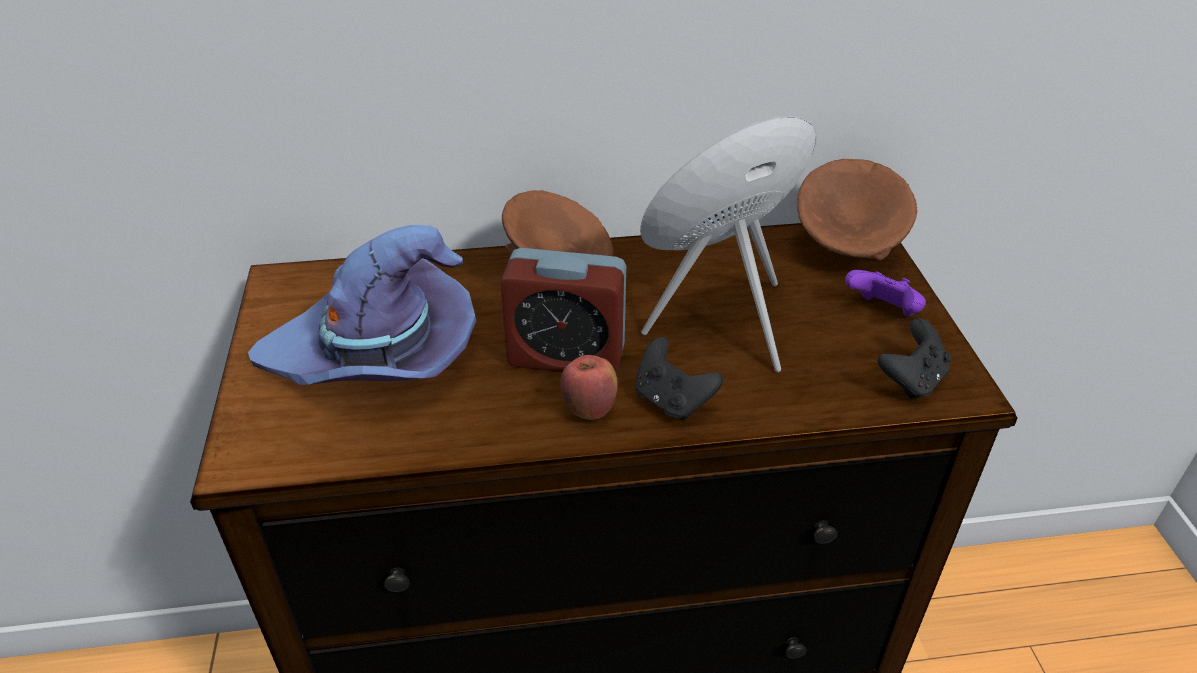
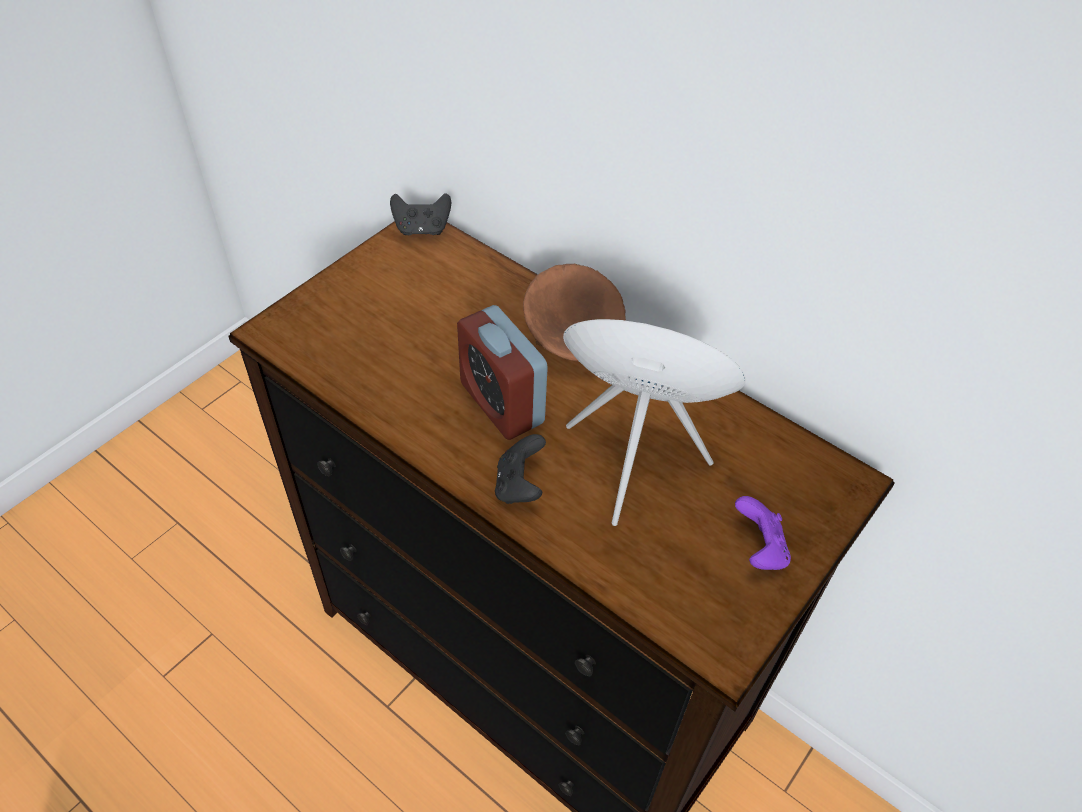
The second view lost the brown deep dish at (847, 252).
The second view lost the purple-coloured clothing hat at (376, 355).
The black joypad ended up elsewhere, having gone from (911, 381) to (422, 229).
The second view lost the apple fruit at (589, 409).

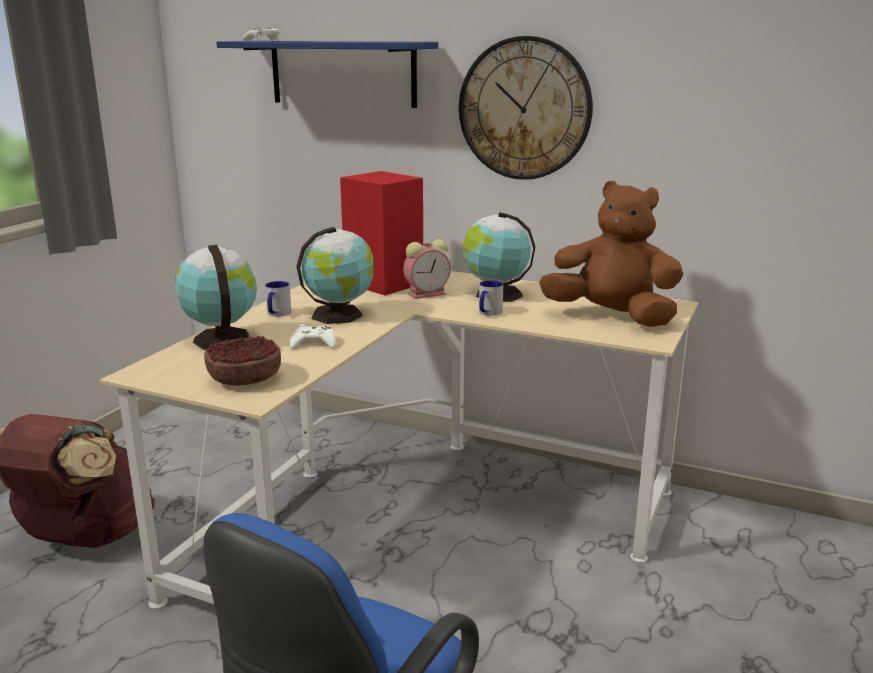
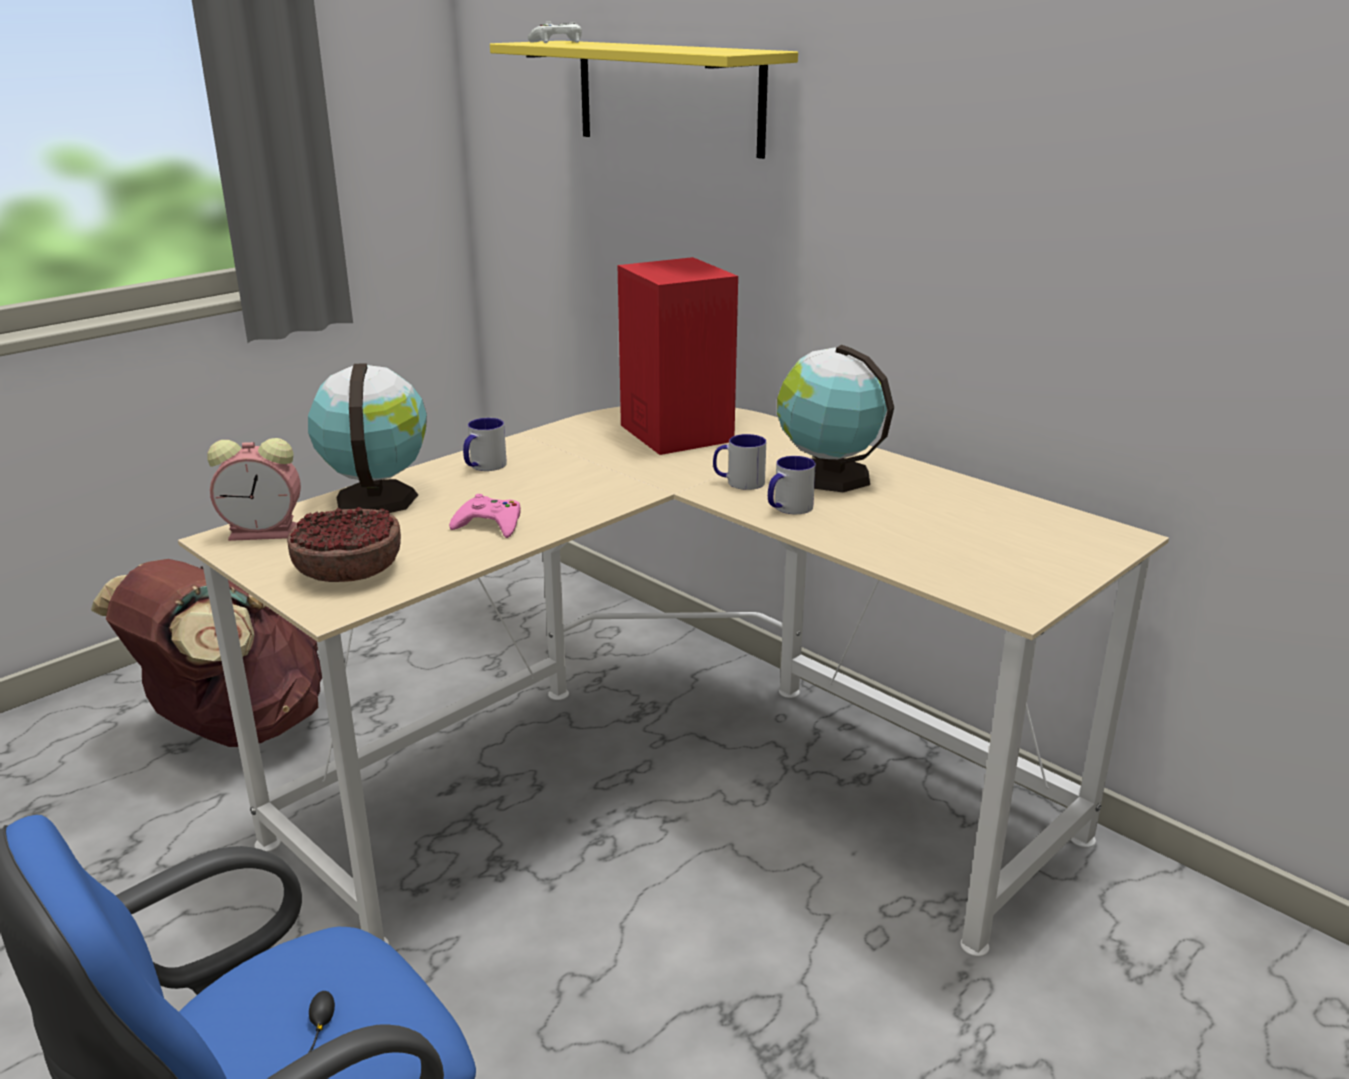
The second view lost the wall clock at (524, 109).
What was the bluish wall shelf at (342, 73) turned into the yellow-coloured wall shelf at (668, 96).
The second view lost the brown plush toy at (611, 317).
The second view lost the globe at (339, 314).
The table clock ended up elsewhere, having gone from (428, 294) to (266, 532).
What was the whitish joypad at (314, 343) turned into the pink-coloured joypad at (490, 524).
The second view gained the coffee mug at (738, 482).

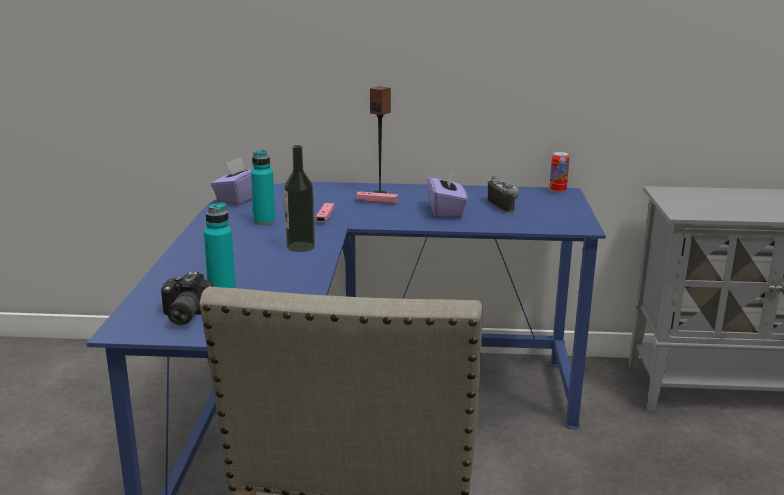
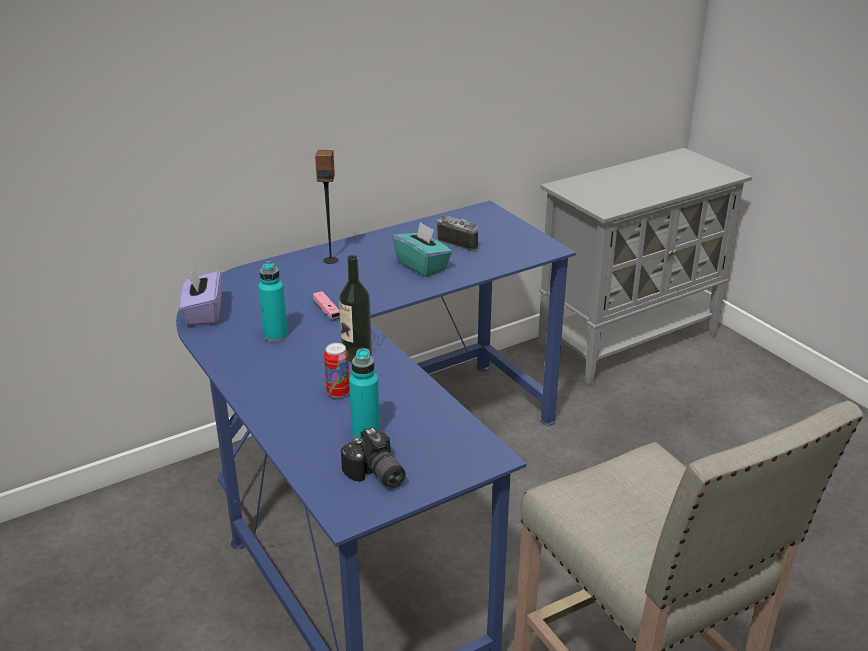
The sealed can ended up elsewhere, having gone from (557, 191) to (338, 393).
What was the purple-coloured box of tissues at (446, 212) turned into the turquoise box of tissues at (422, 266).
The second view lost the pink-coloured joypad at (377, 202).

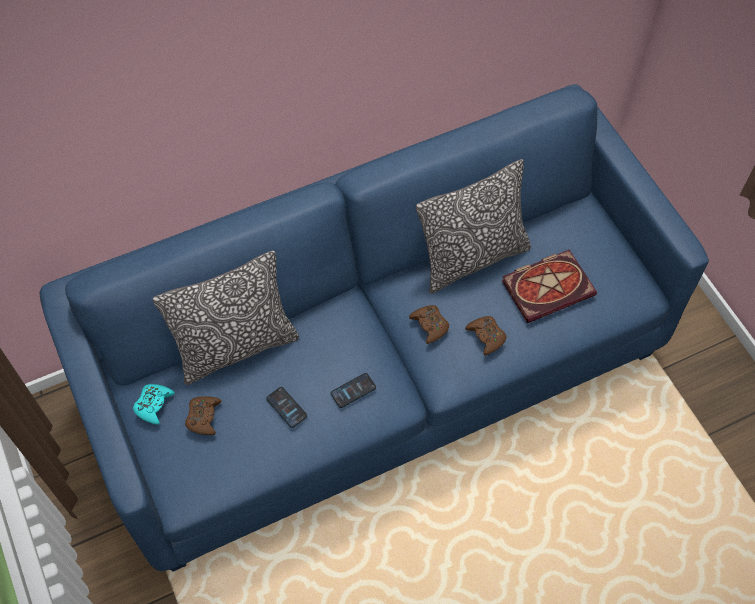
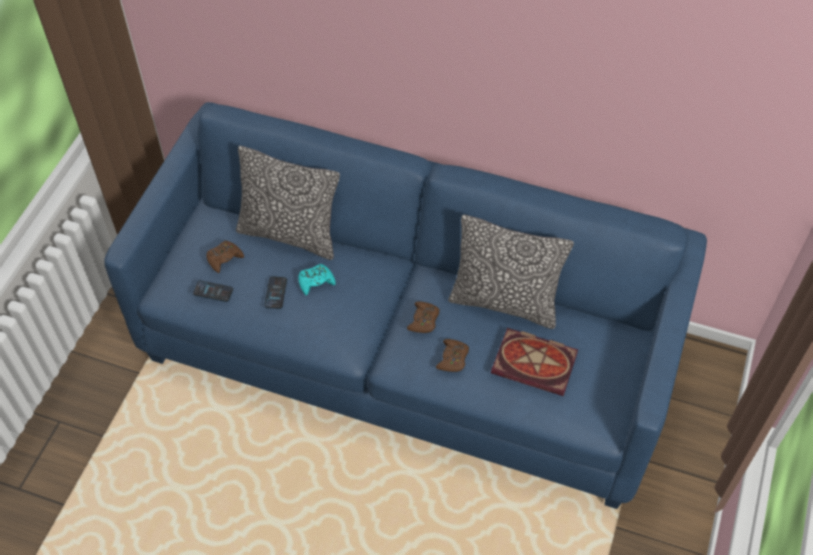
The telephone ended up elsewhere, having gone from (353, 390) to (213, 291).
The turquoise joypad ended up elsewhere, having gone from (154, 405) to (316, 281).

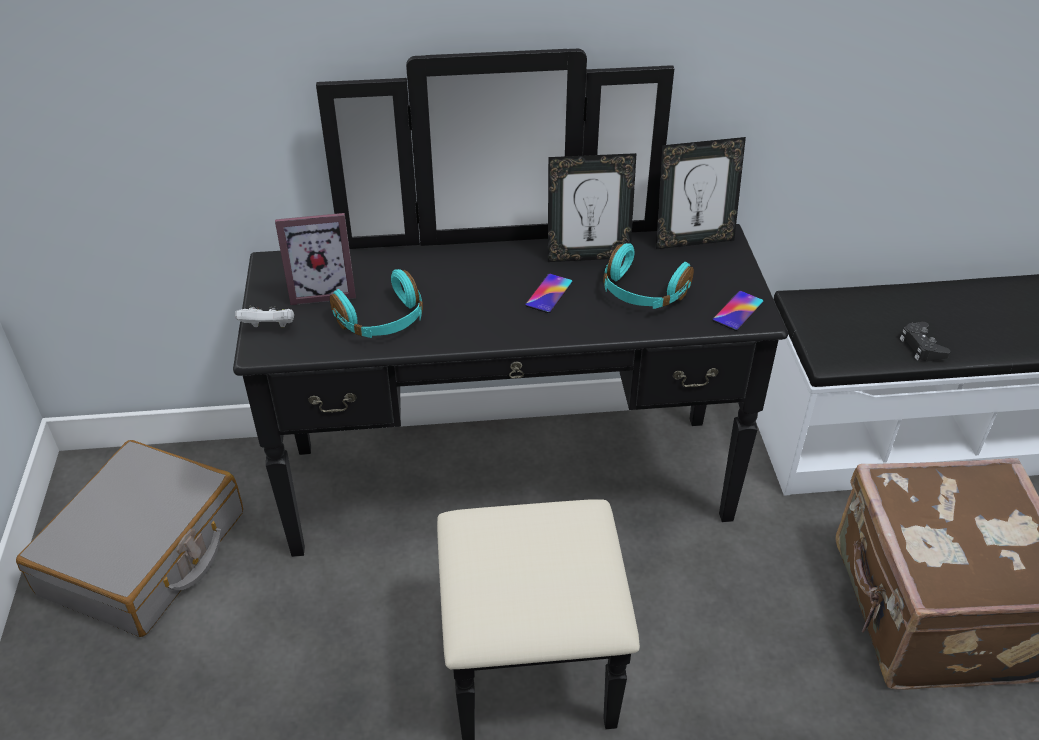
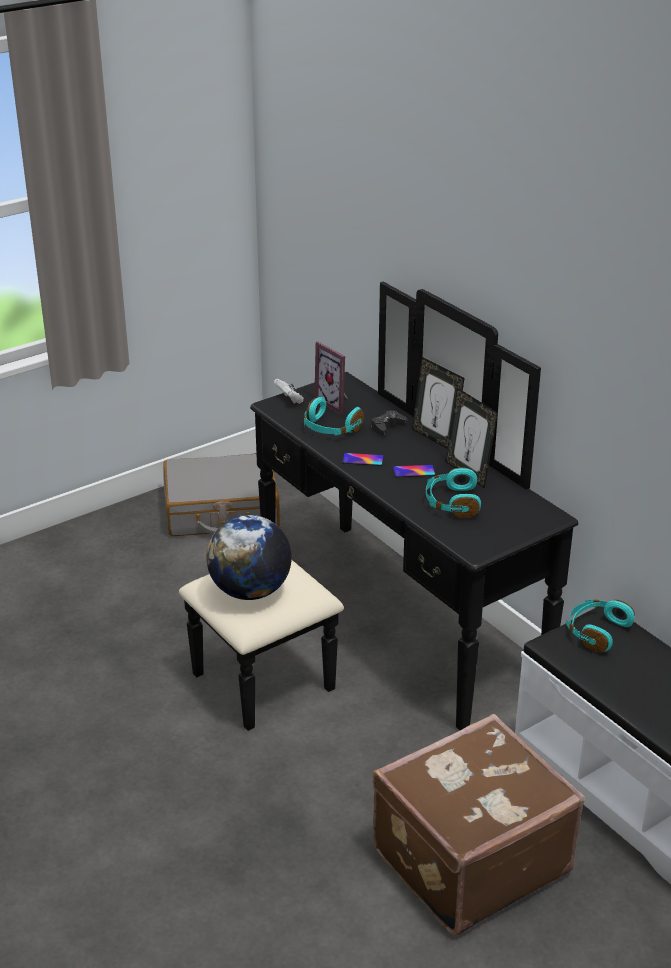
The standing frame ended up elsewhere, having gone from (693, 241) to (435, 439).
The telephone ended up elsewhere, having gone from (738, 311) to (363, 460).
The black joypad ended up elsewhere, having gone from (921, 346) to (387, 427).
The second view gained the globe at (250, 591).
The second view gained the turquoise headset at (596, 632).

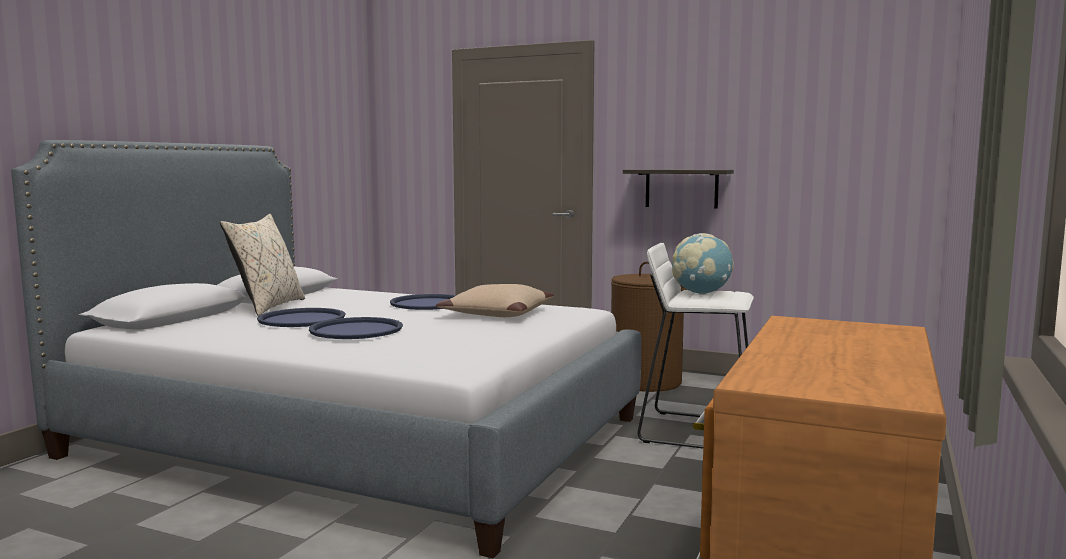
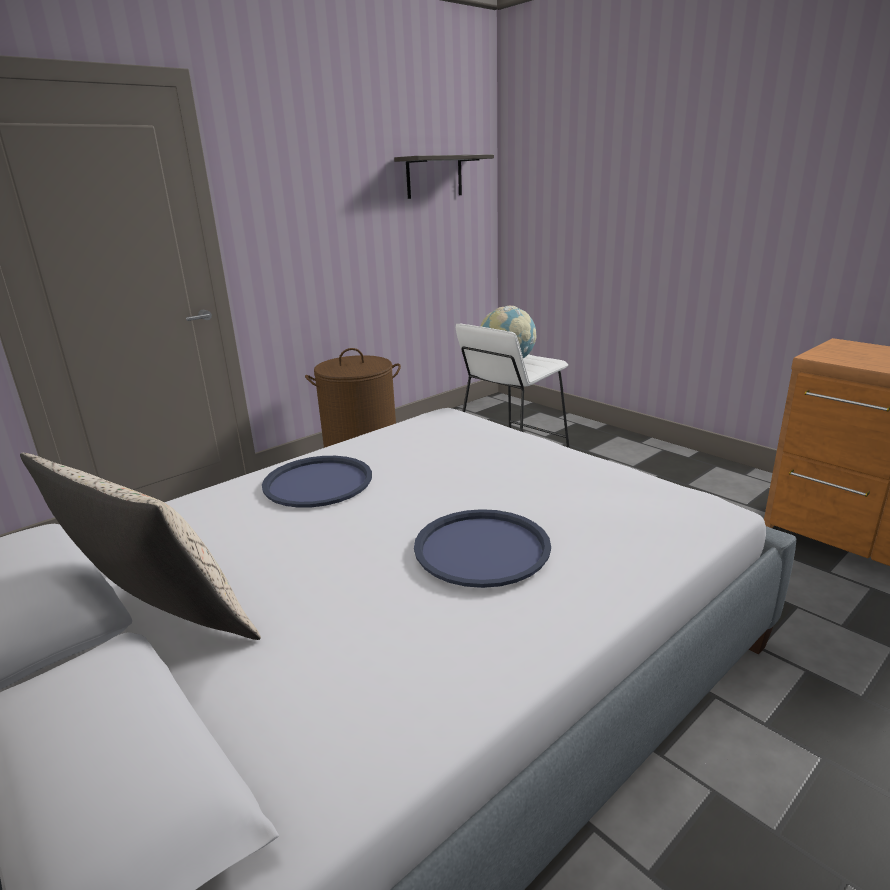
The wall shelf ended up elsewhere, having gone from (681, 188) to (434, 177).
The second view lost the sand-coloured pillow at (496, 314).
The second view lost the bluish serving tray at (302, 319).

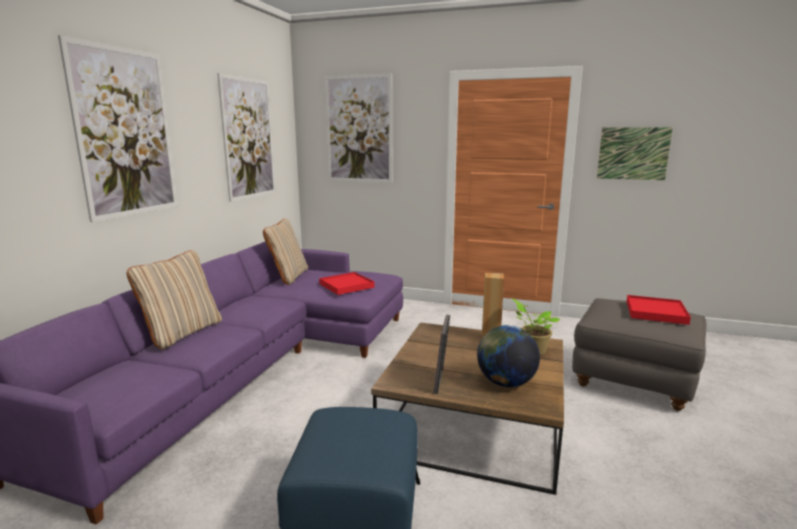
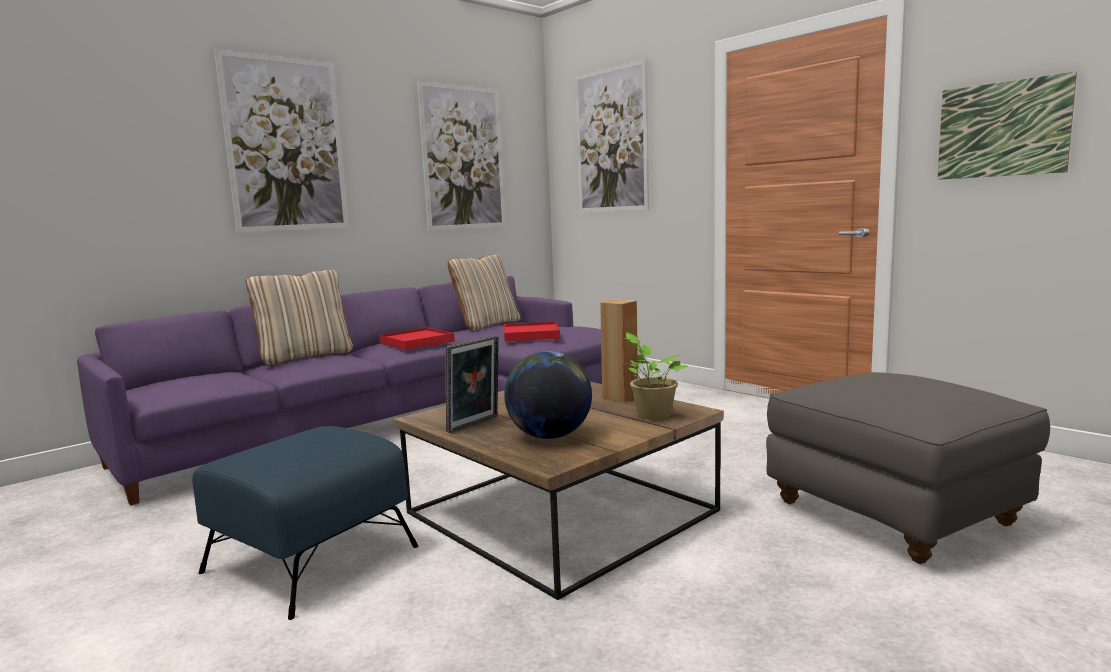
The red-coloured serving tray ended up elsewhere, having gone from (656, 312) to (416, 342).

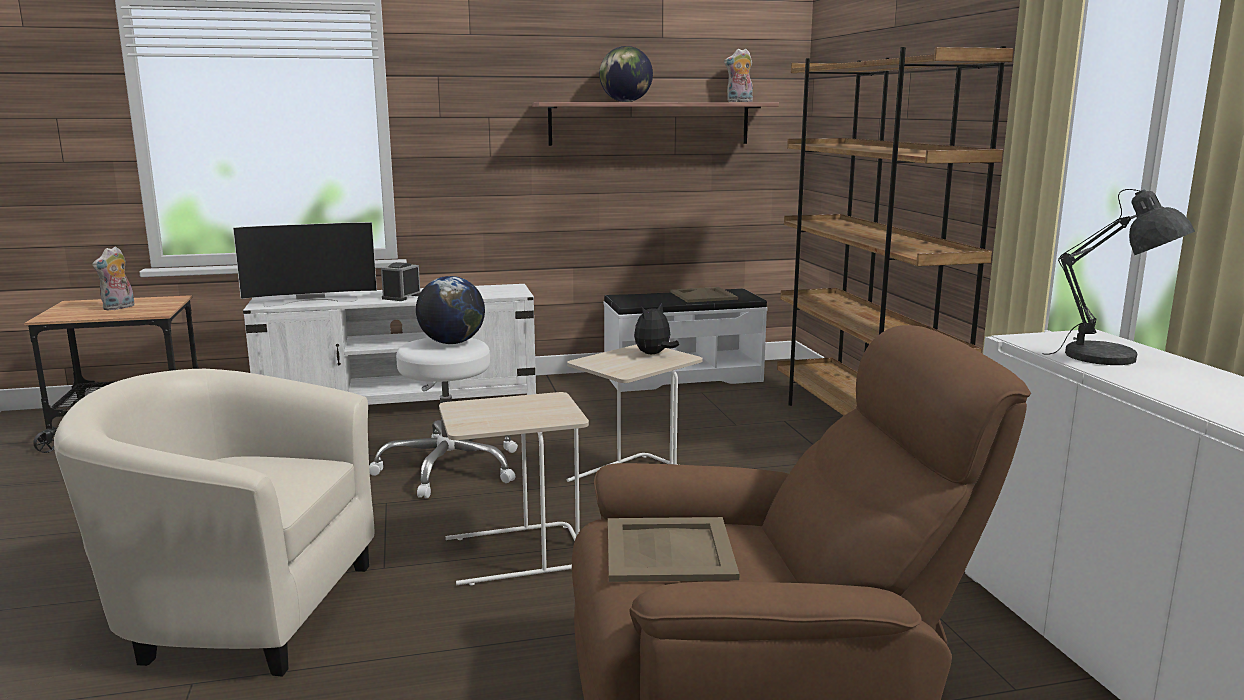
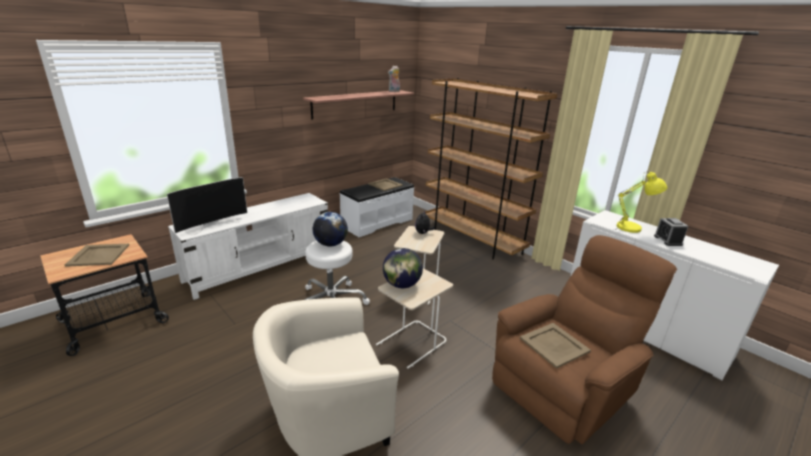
The globe ended up elsewhere, having gone from (625, 102) to (401, 285).
What was the grey tabletop lamp at (1110, 358) turned into the yellow-coloured tabletop lamp at (632, 228).
Where the plush toy stood at (119, 308), the sand-coloured serving tray came to stand at (98, 255).
The table clock ended up elsewhere, having gone from (401, 297) to (667, 240).

